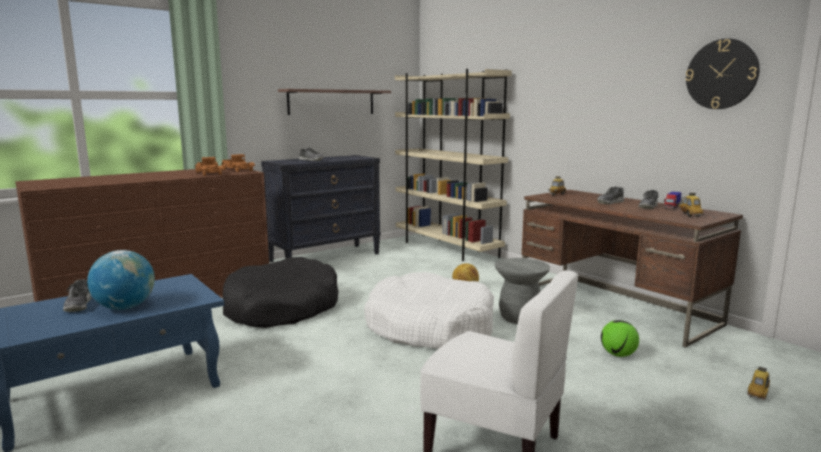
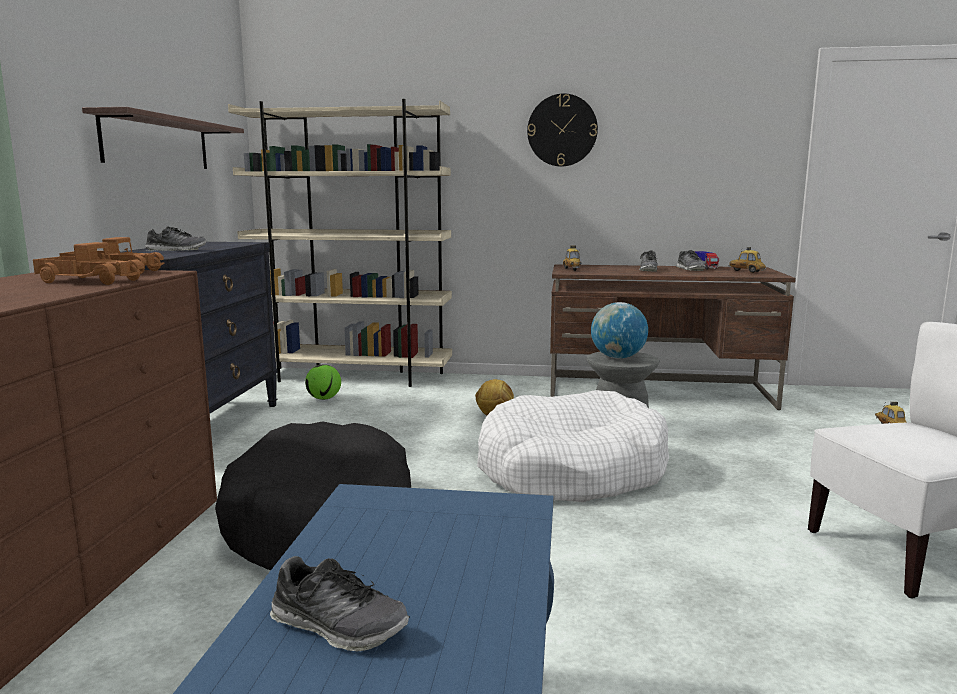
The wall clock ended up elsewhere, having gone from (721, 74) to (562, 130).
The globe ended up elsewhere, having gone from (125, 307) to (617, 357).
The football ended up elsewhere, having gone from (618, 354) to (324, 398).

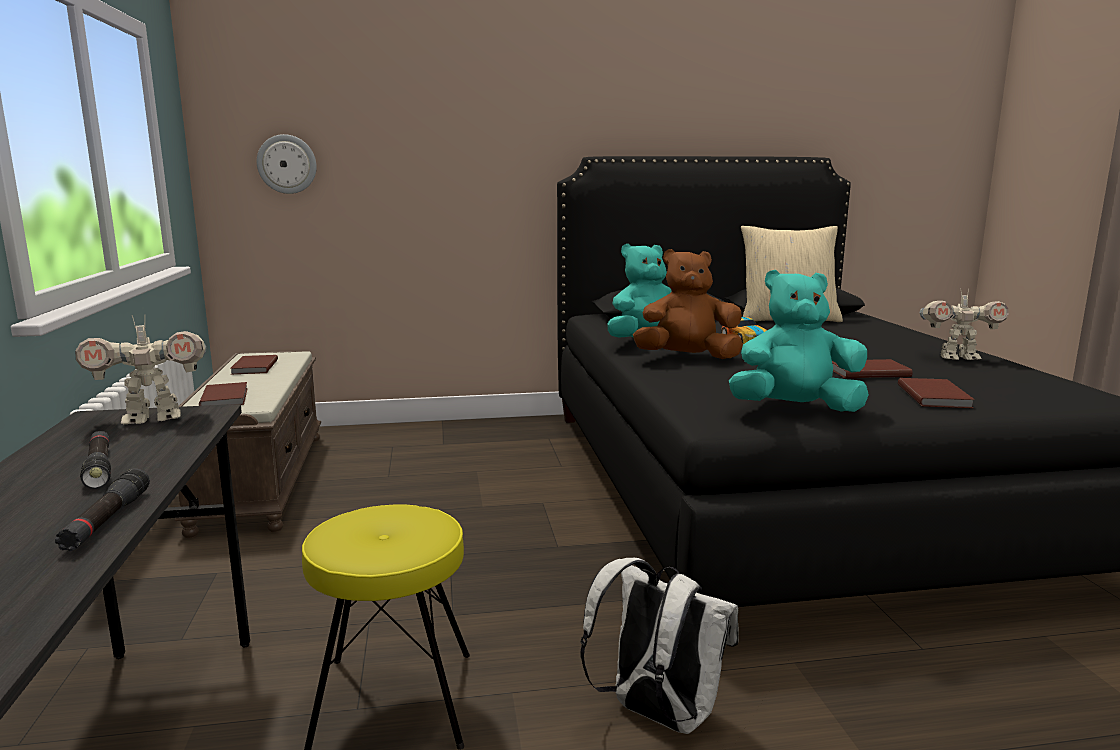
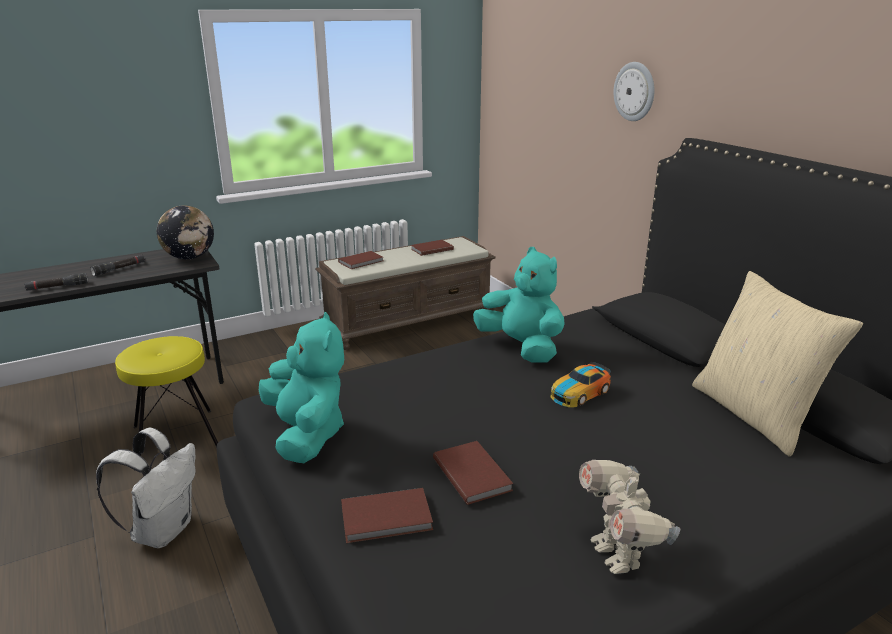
The wall clock ended up elsewhere, having gone from (287, 164) to (635, 91).
The second view lost the brown plush toy at (687, 358).
Where the toy robot stood at (152, 419), the globe came to stand at (189, 257).

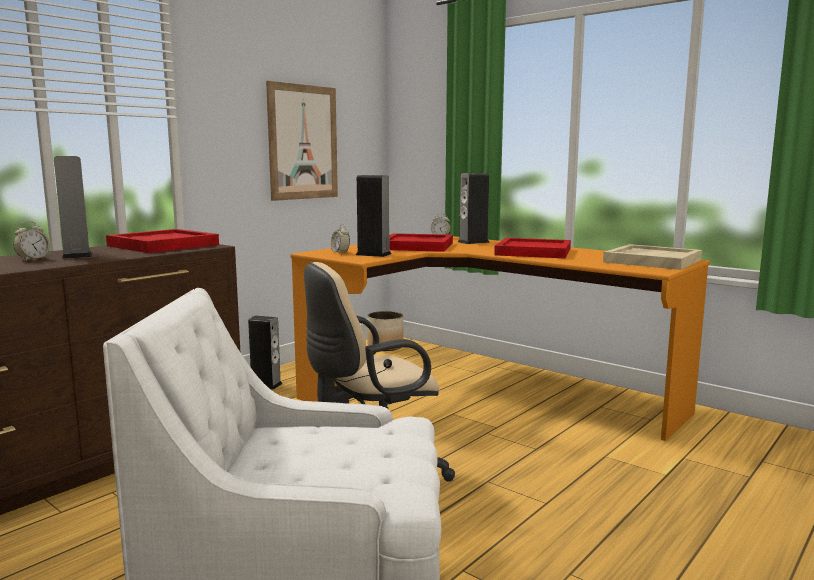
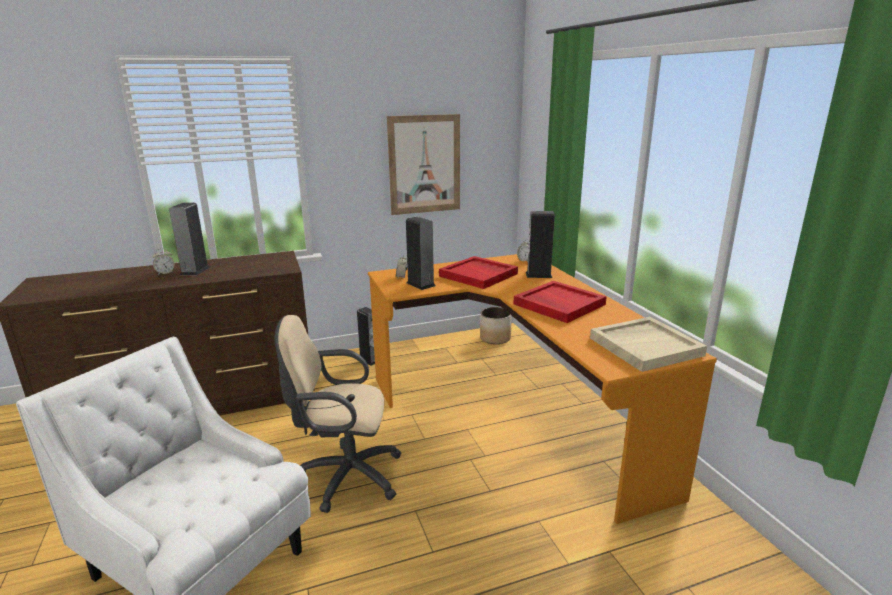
The second view lost the red-coloured serving tray at (163, 245).

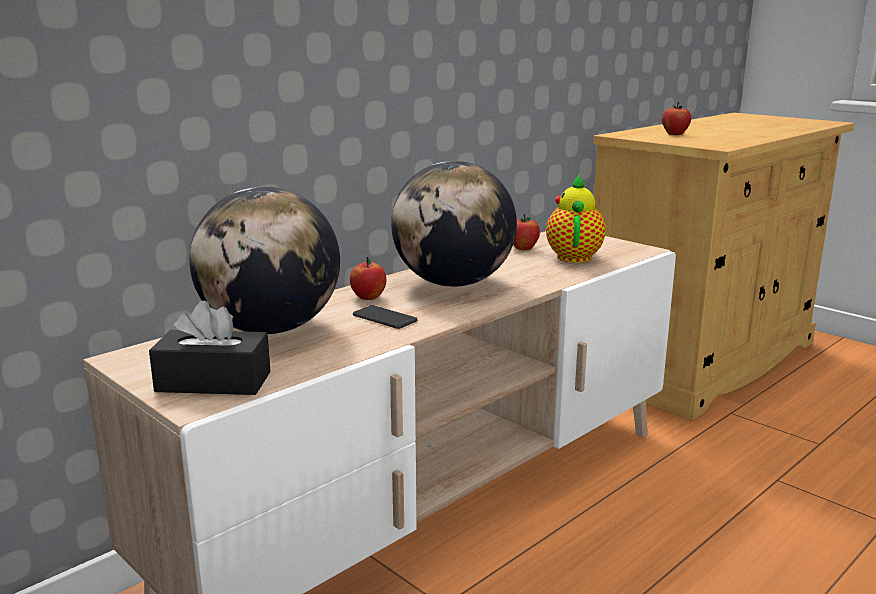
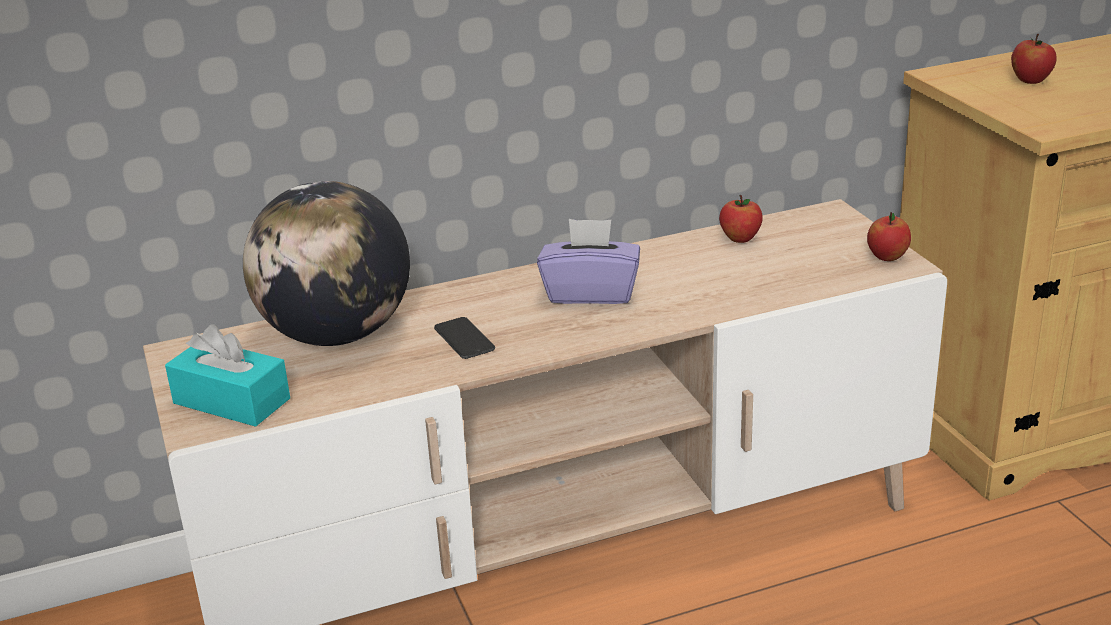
Where the globe stood at (453, 283), the purple-coloured box of tissues came to stand at (591, 293).
The second view lost the teapot at (574, 256).
The apple fruit ended up elsewhere, having gone from (368, 297) to (887, 257).
What was the black box of tissues at (213, 382) turned into the turquoise box of tissues at (231, 401).

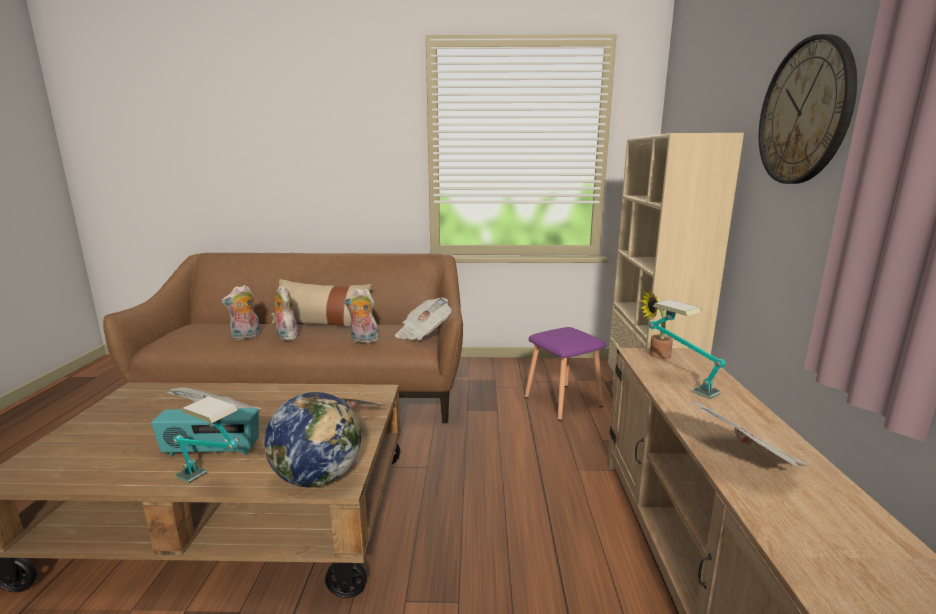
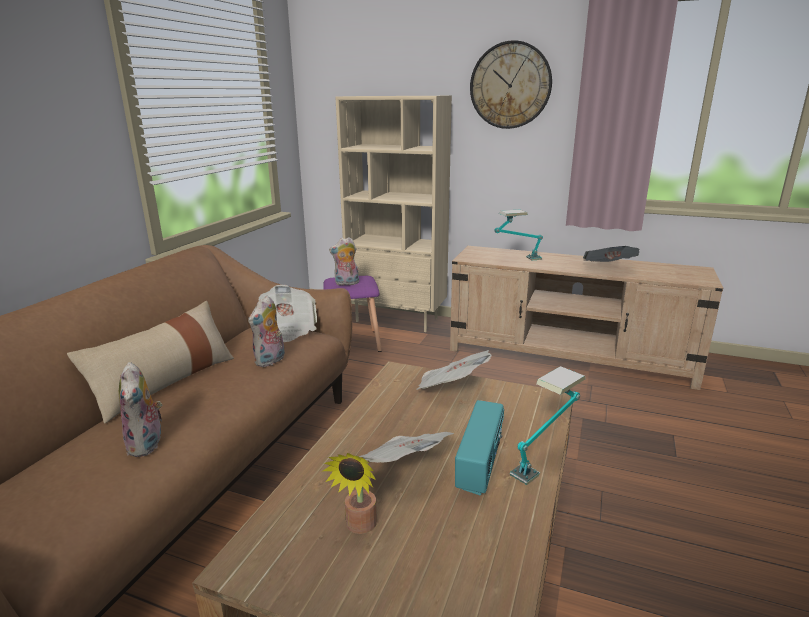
The plush toy ended up elsewhere, having gone from (285, 336) to (346, 283).
The potted plant ended up elsewhere, having gone from (655, 355) to (359, 527).
The second view lost the globe at (318, 477).

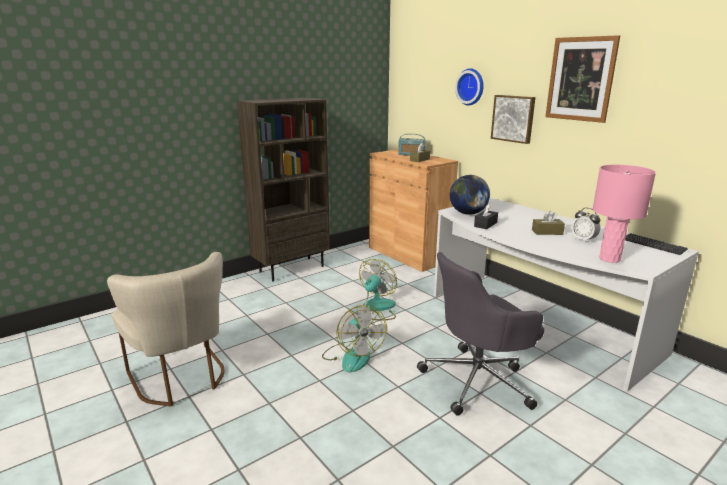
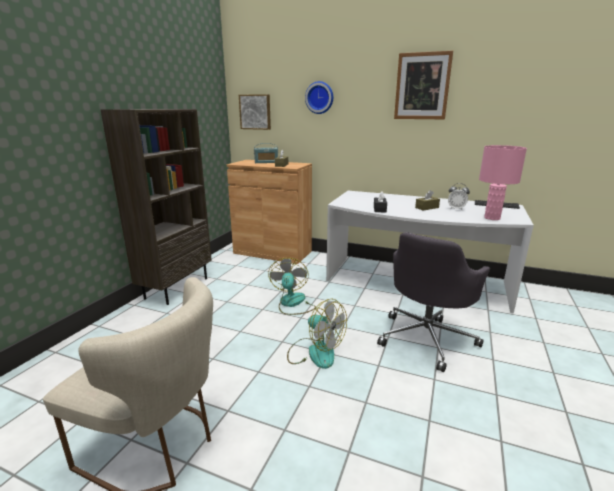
The wall art ended up elsewhere, having gone from (513, 118) to (255, 112).
The second view lost the globe at (467, 213).

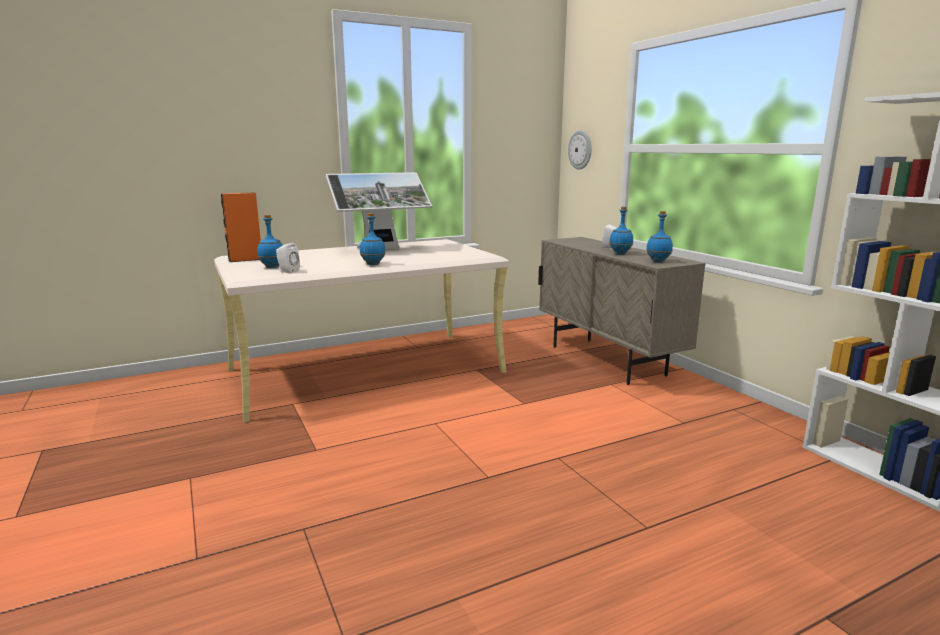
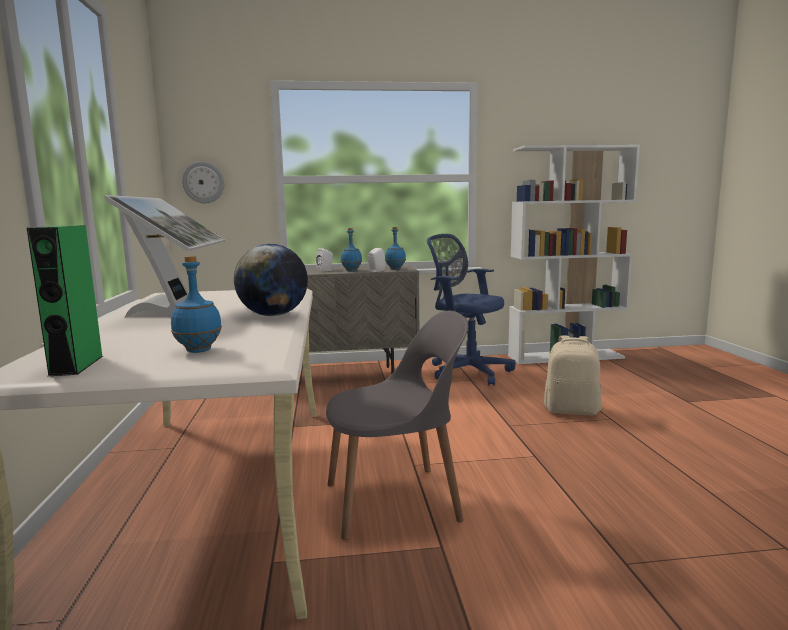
What was the orange-coloured audio speaker at (245, 259) turned into the green-coloured audio speaker at (77, 365).
Where the bluish drink bottle stood at (373, 264), the globe came to stand at (273, 315).
The whitish audio speaker ended up elsewhere, having gone from (287, 271) to (375, 271).
The second view gained the bluish office chair at (467, 371).
The second view gained the grey chair at (396, 501).
The second view gained the sand-coloured knapsack at (572, 410).

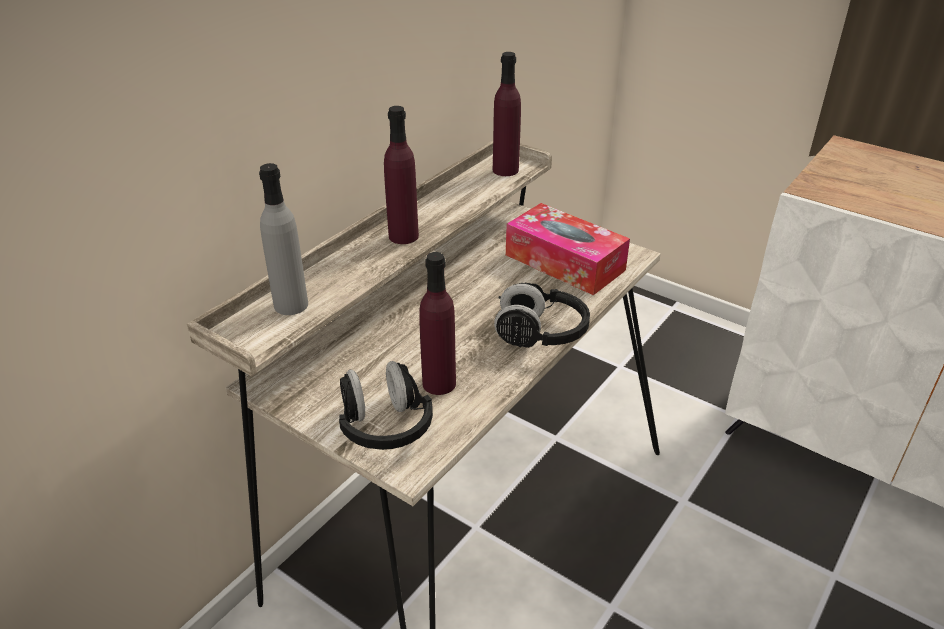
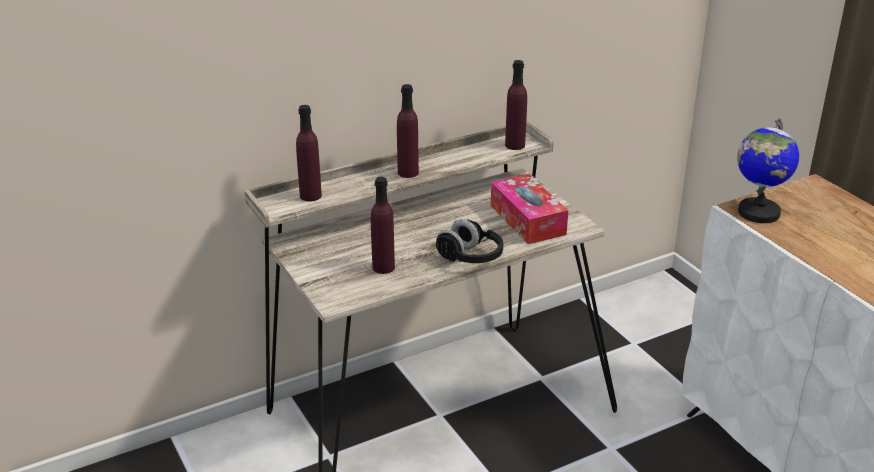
What was the grey drink bottle at (291, 305) turned into the purple-coloured drink bottle at (310, 196).
The second view lost the black headset at (385, 426).
The second view gained the globe at (758, 213).

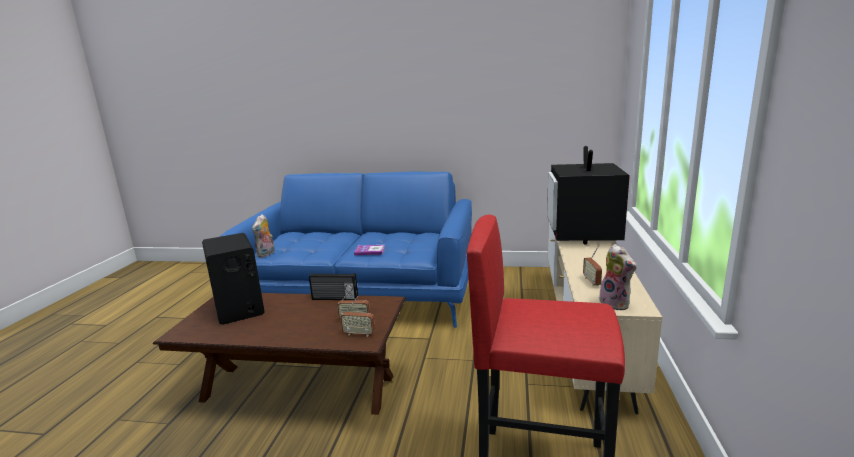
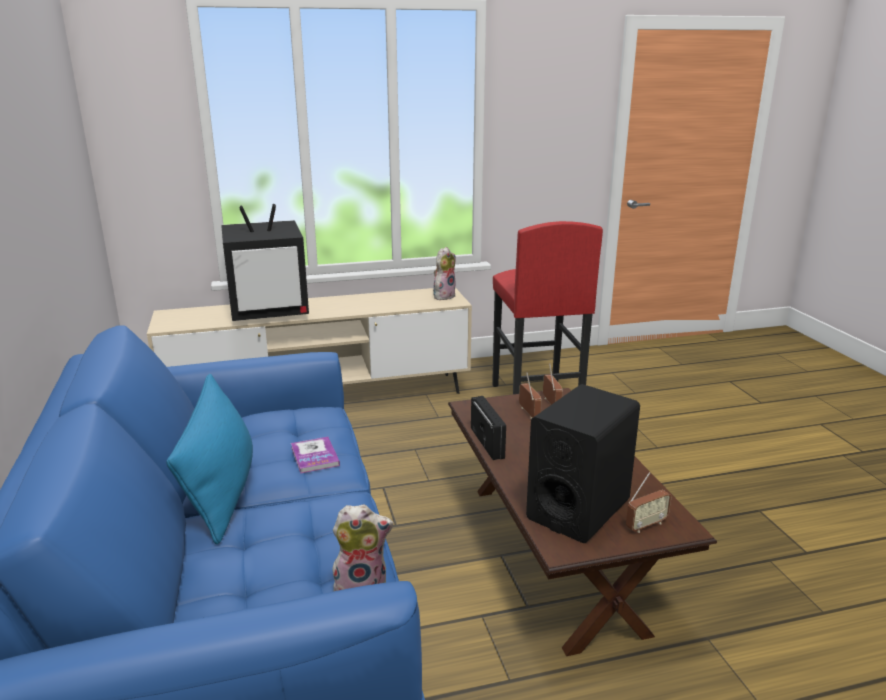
The radio ended up elsewhere, having gone from (591, 281) to (646, 525).
The second view gained the bluish pillow at (222, 490).

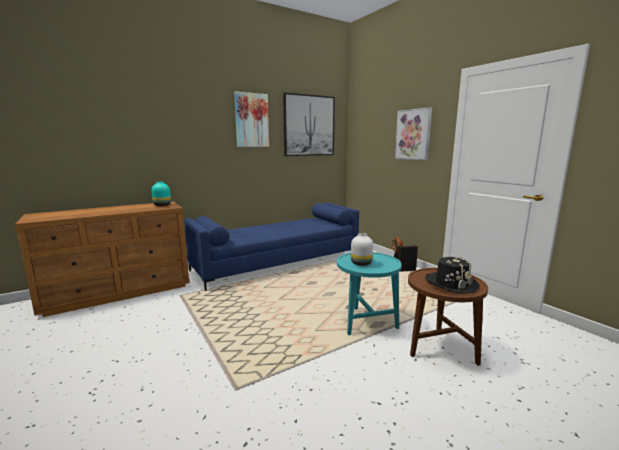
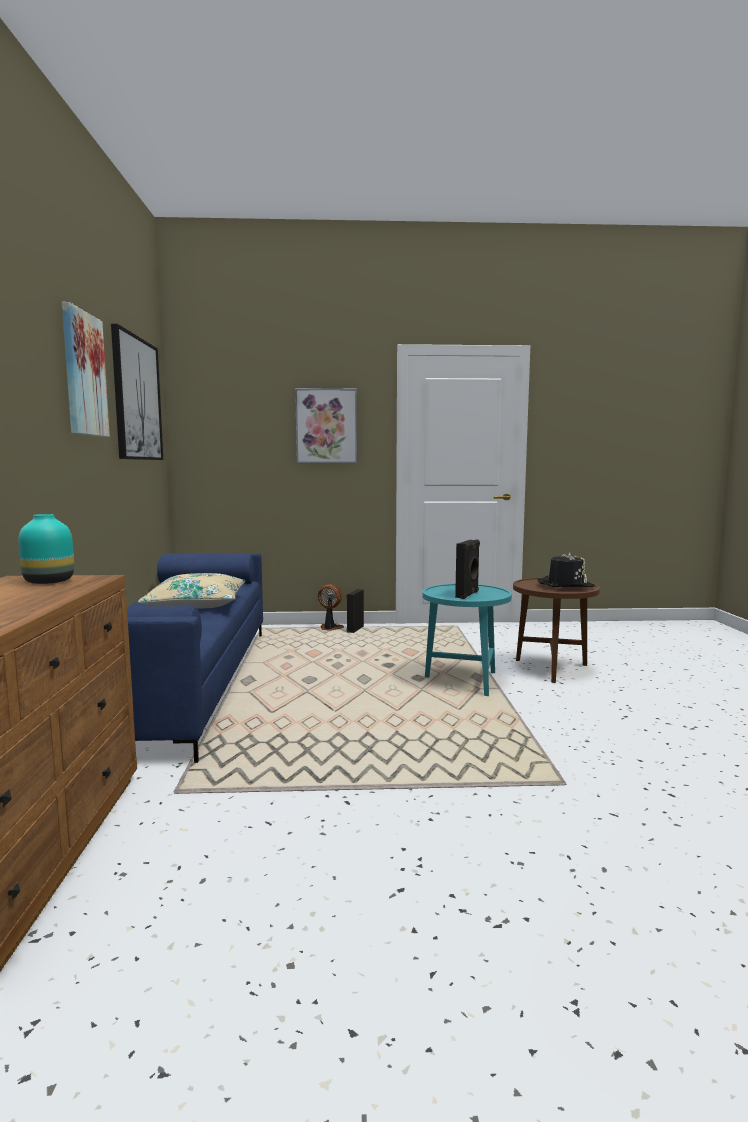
Where the whitish flower vase stood at (361, 263), the black audio speaker came to stand at (468, 595).
The second view gained the sand-coloured pillow at (196, 604).

